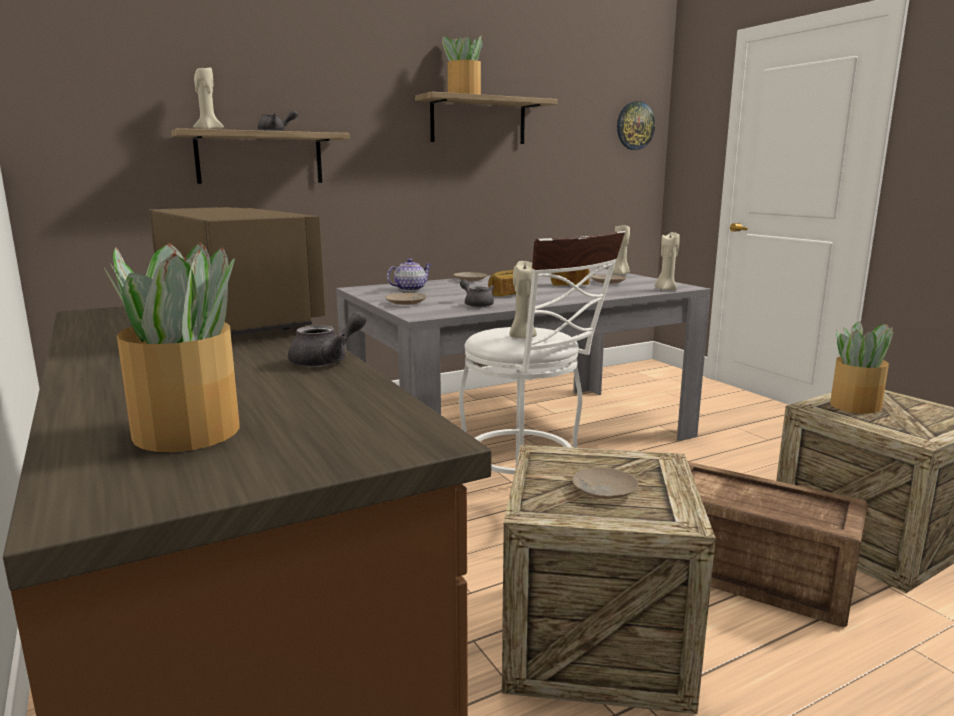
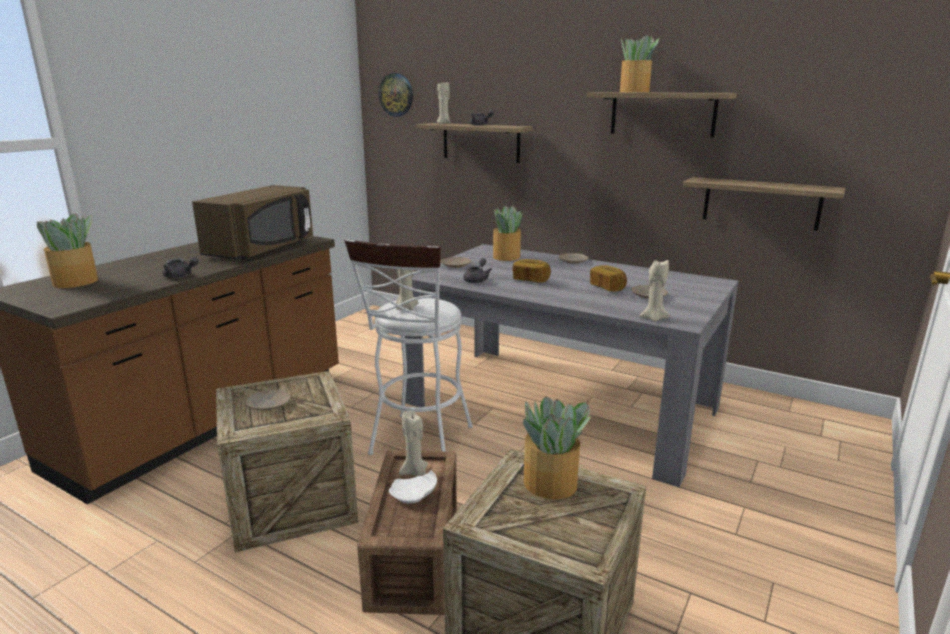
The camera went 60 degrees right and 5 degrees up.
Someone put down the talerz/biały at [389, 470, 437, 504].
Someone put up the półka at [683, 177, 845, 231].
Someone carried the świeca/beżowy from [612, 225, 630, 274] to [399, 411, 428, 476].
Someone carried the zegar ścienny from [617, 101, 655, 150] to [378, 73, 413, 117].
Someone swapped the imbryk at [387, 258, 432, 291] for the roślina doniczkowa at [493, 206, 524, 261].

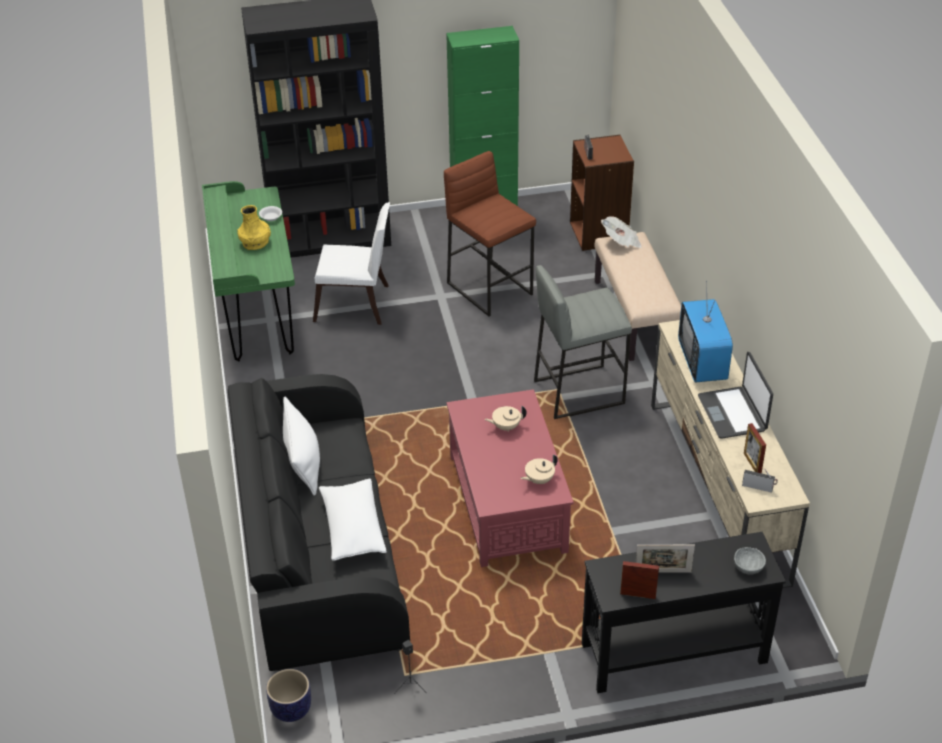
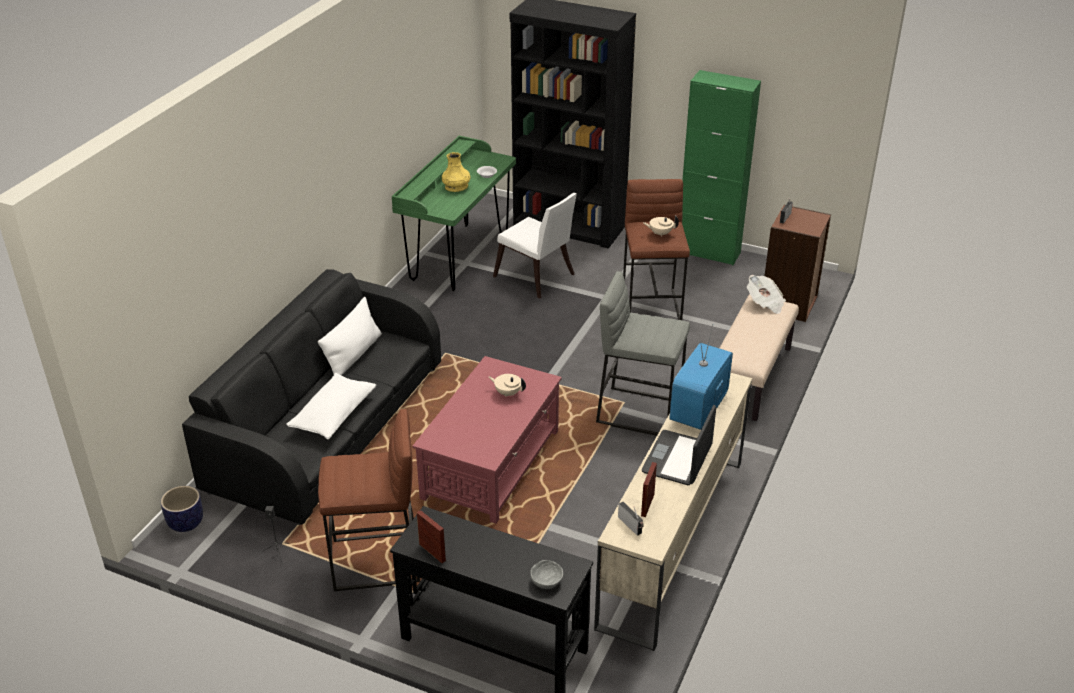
The camera went 35 degrees right and 5 degrees down.
Someone took away the ramka na zdjęcie at [636, 545, 695, 573].
Someone put down the stołek/brązowy at [318, 409, 420, 591].
Someone carried the imbryk/beżowy from [521, 455, 558, 484] to [643, 216, 679, 237].

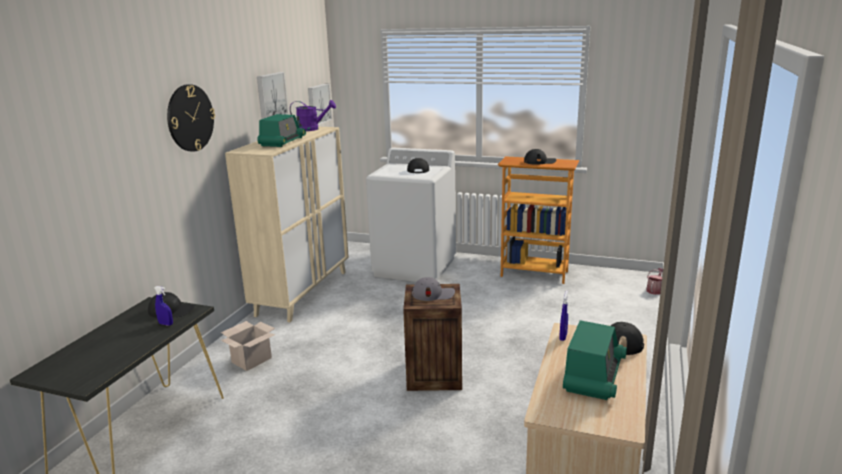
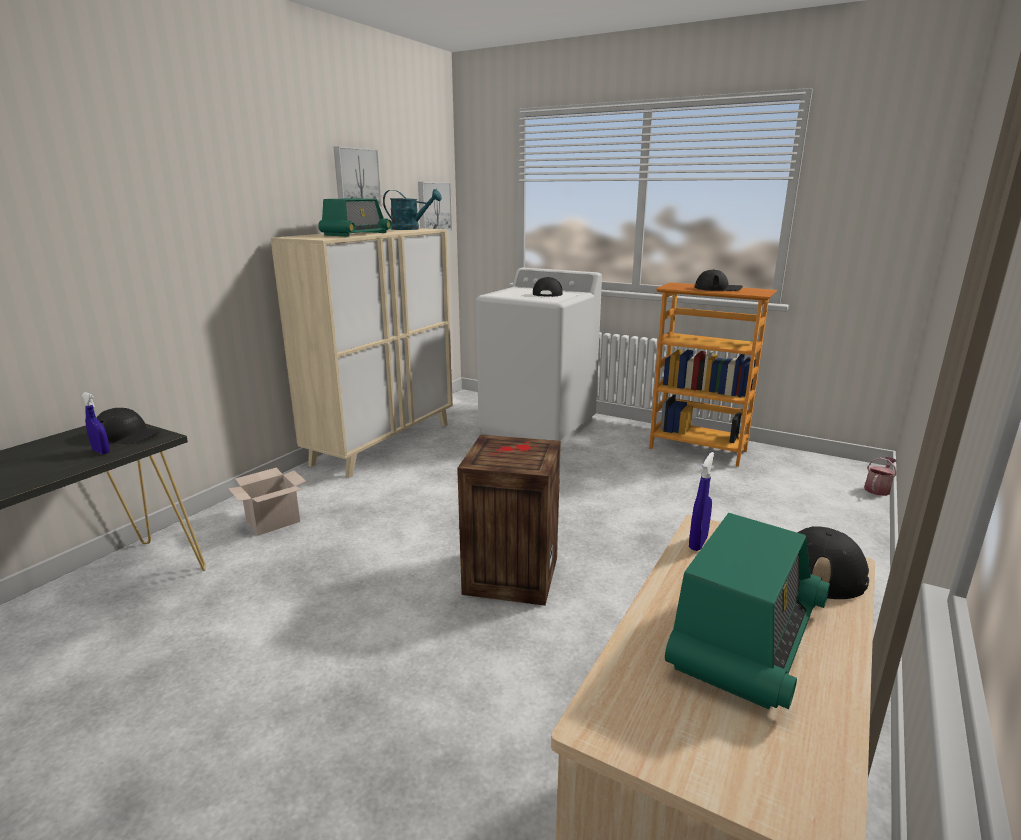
The camera went 10 degrees right and 0 degrees up.
Someone took away the zegar ścienny at [167, 84, 215, 152].
Someone took away the czapka z daszkiem/szary at [412, 277, 455, 301].
Someone repainted the konewka/fioletowy at [290, 100, 336, 131], which became the konewka/turkusowy at [383, 189, 442, 230].

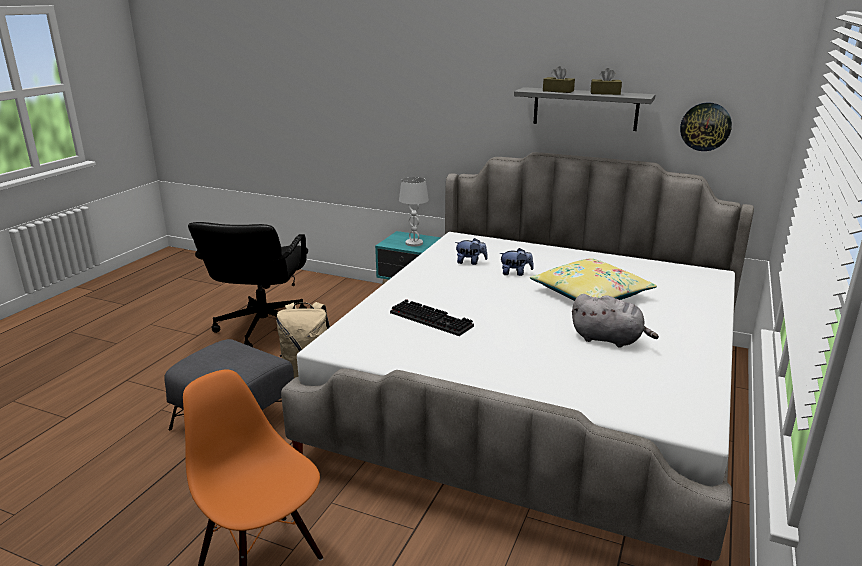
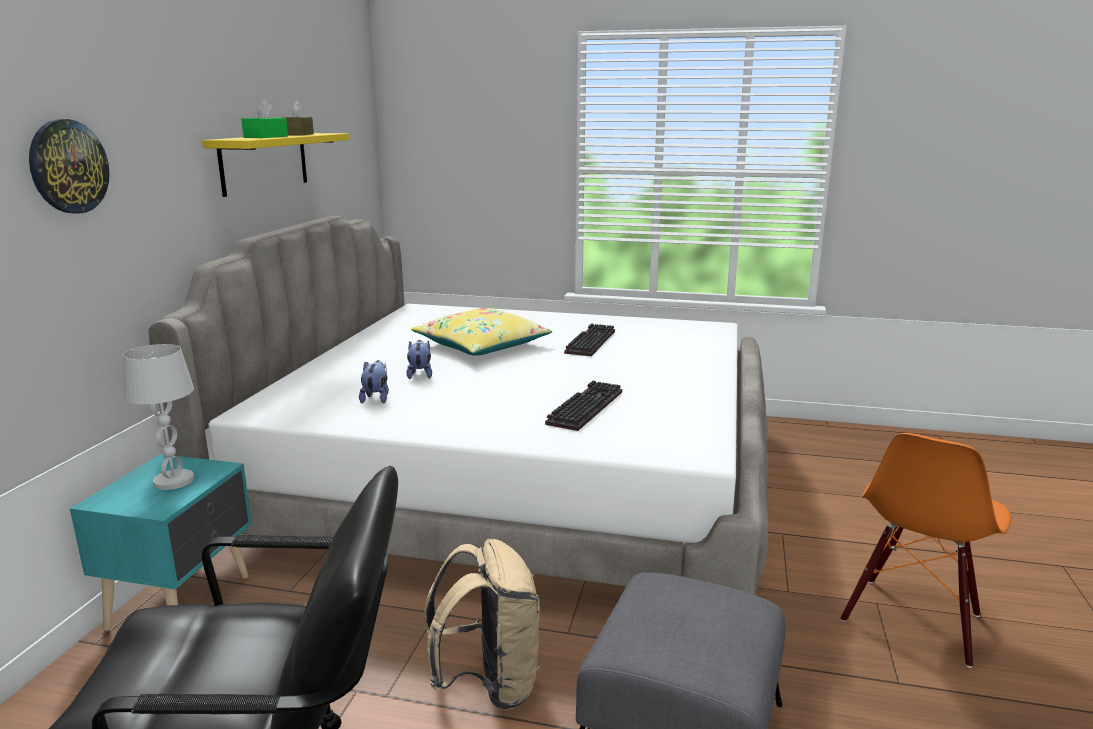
The camera went 100 degrees left and 5 degrees down.
Someone carried the zegar ścienny from [680, 102, 732, 151] to [29, 119, 109, 214].
Someone swapped the pluszak/szary at [572, 294, 659, 348] for the klawiatura at [564, 323, 615, 356].
Someone repainted the półka/szary at [514, 87, 655, 131], which became the półka/żółty at [202, 133, 349, 197].
Someone repainted the pudełko chusteczek/brązowy at [543, 66, 575, 93], which became the pudełko chusteczek/zielony at [241, 99, 288, 138].

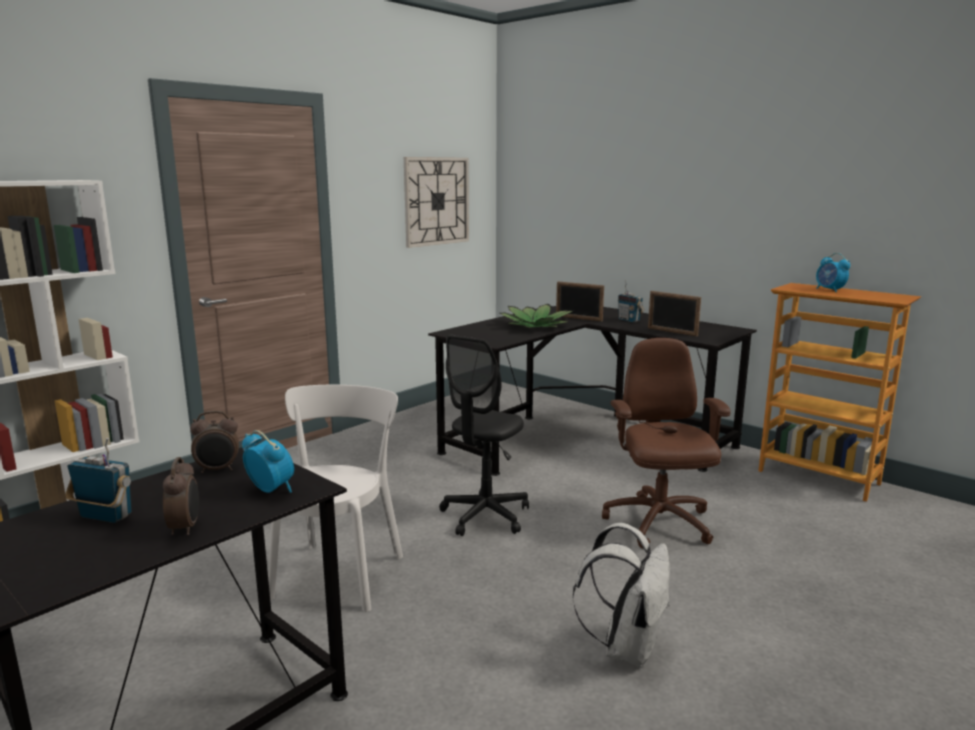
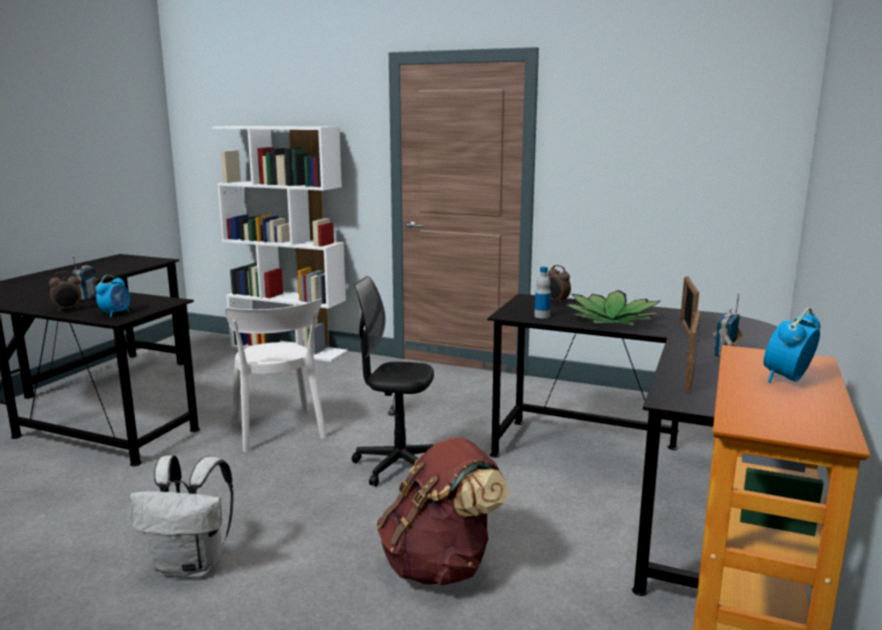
The camera went 70 degrees right and 0 degrees up.
Someone took away the zegar ścienny at [404, 157, 469, 248].
Someone put down the butelka at [534, 267, 551, 318].
Someone carried the budzik from [190, 411, 239, 473] to [548, 265, 571, 304].
Someone swapped the krzesło biurowe/brązowy at [602, 338, 731, 549] for the plecak/brązowy at [377, 437, 509, 585].
Someone rotated the krzesło/biały at [268, 385, 403, 612] by 75 degrees clockwise.

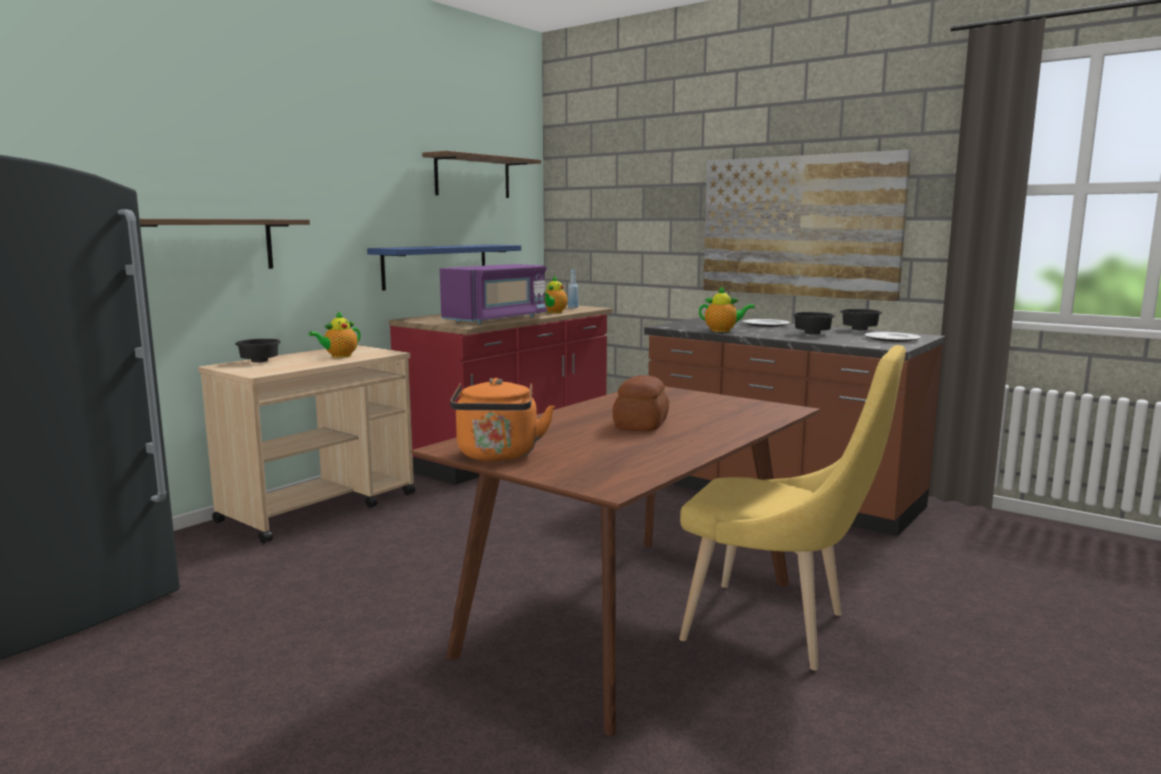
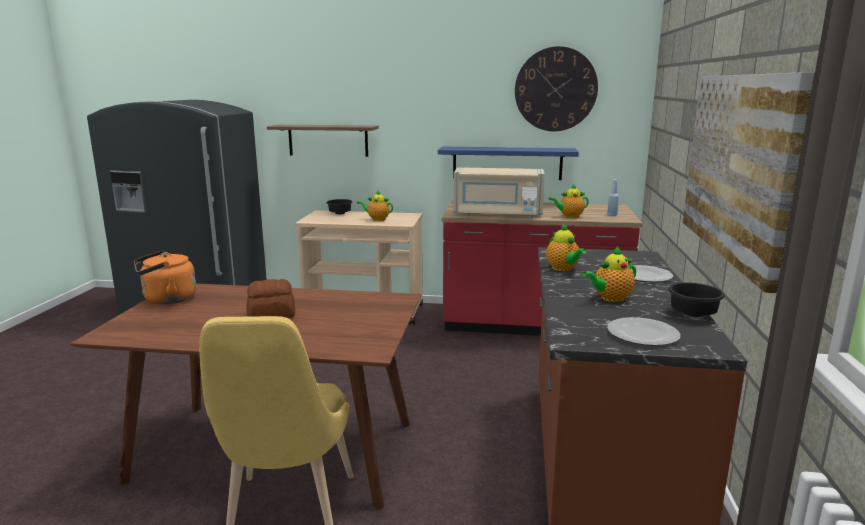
The camera went 60 degrees right and 5 degrees up.
Someone swapped the półka at [422, 151, 541, 198] for the zegar ścienny at [515, 46, 598, 131].
Someone swapped the miska/czarny at [792, 312, 835, 335] for the imbryk at [582, 246, 636, 302].
Someone repainted the mikrofalówka/fioletowy at [440, 264, 547, 324], which became the mikrofalówka/beżowy at [453, 167, 545, 217].

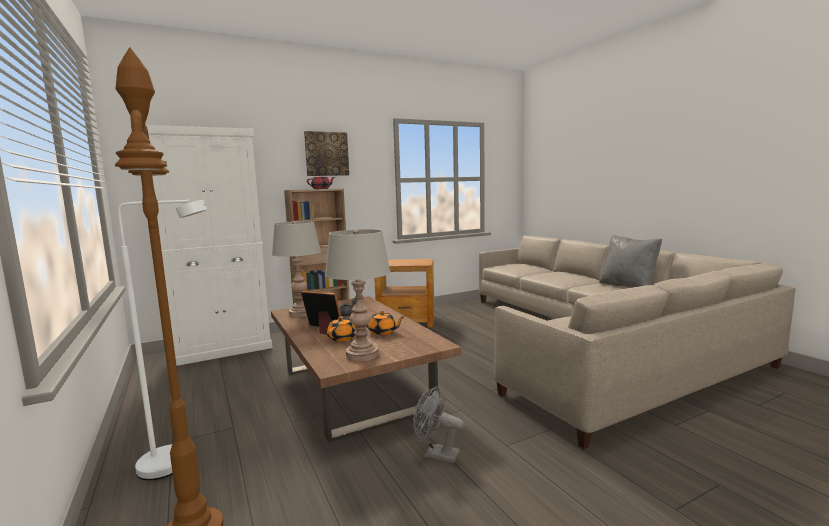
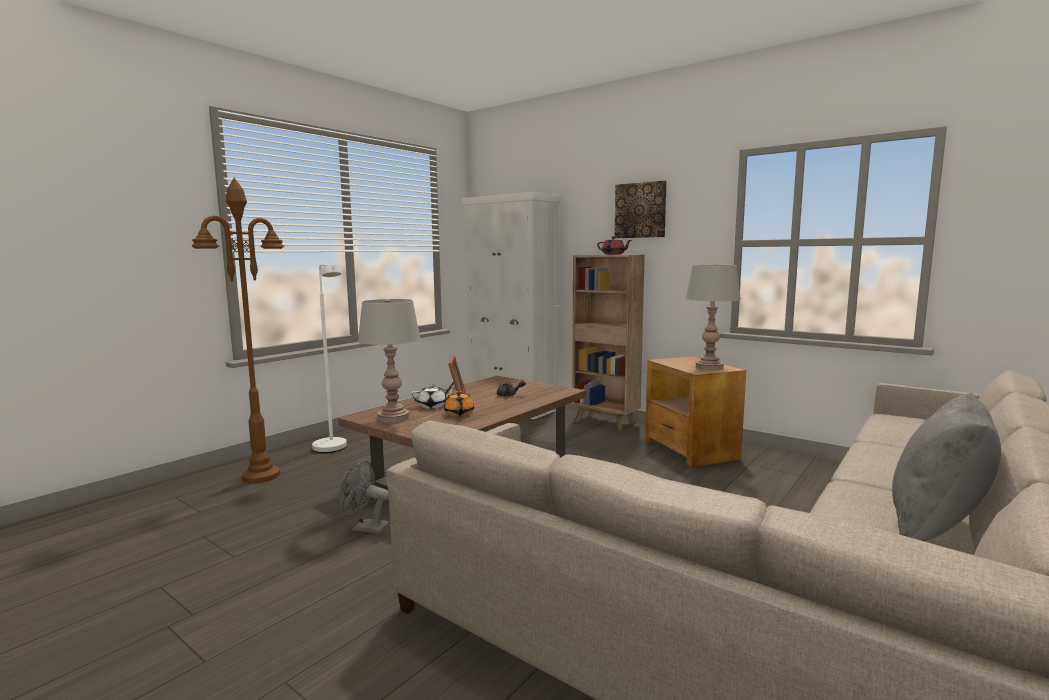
The camera went 65 degrees right and 0 degrees up.
Someone carried the lampa stołowa/szary from [272, 221, 321, 317] to [685, 264, 741, 371].
Someone repainted the imbryk/pomarańczowy at [327, 316, 356, 342], which became the imbryk/biały at [410, 384, 455, 409].
Someone rotated the wentylator/szary at [413, 386, 464, 463] by 75 degrees counterclockwise.

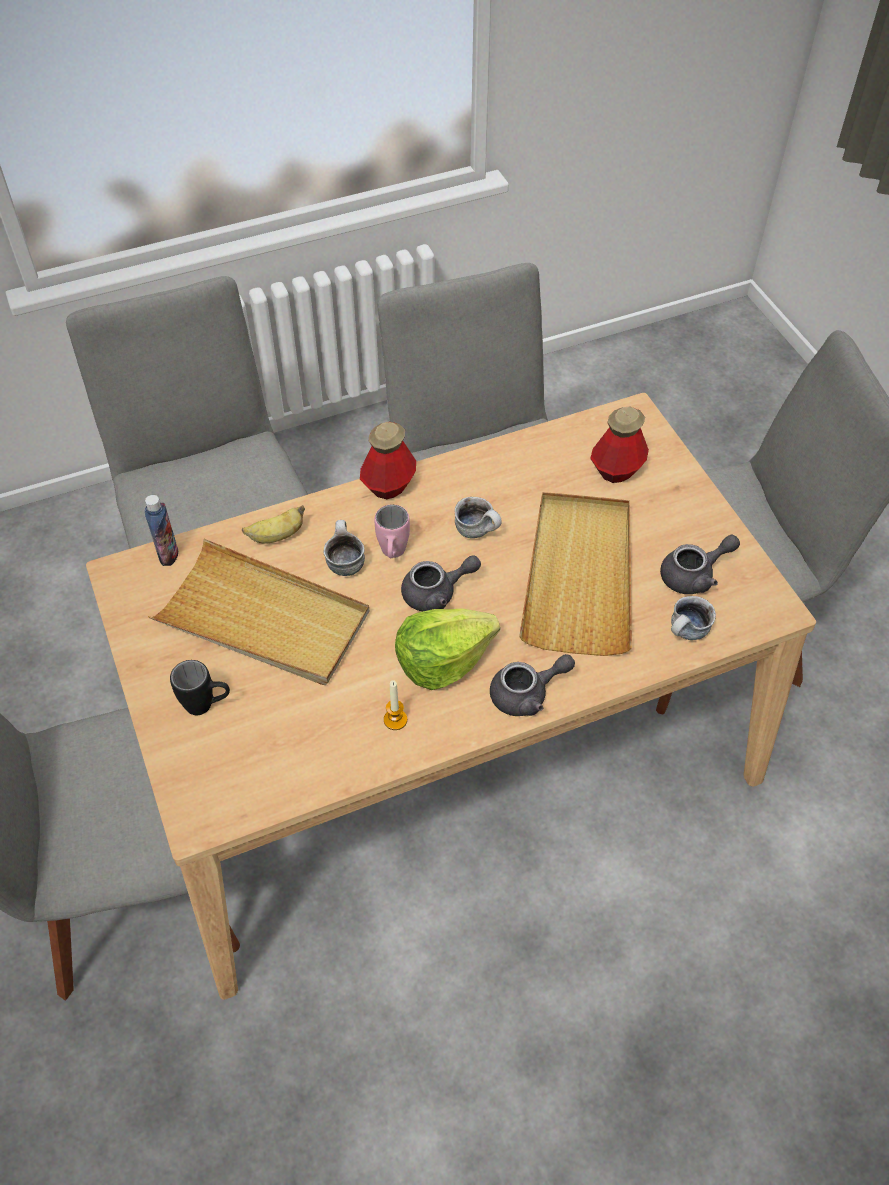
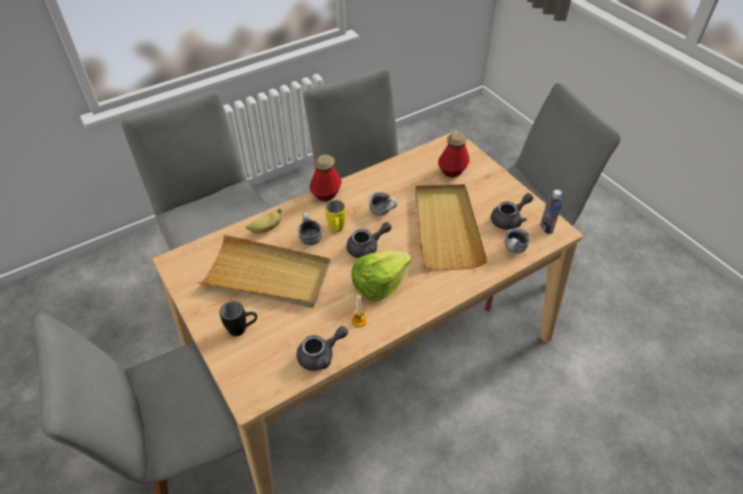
The camera went 10 degrees left and 5 degrees down.
Someone carried the butelka from [145, 495, 178, 566] to [540, 190, 562, 234].
Someone carried the imbryk/szary from [490, 654, 575, 716] to [296, 326, 348, 371].
Someone repainted the kubek/różowy at [374, 504, 410, 558], which became the kubek/żółty at [325, 200, 346, 232].

